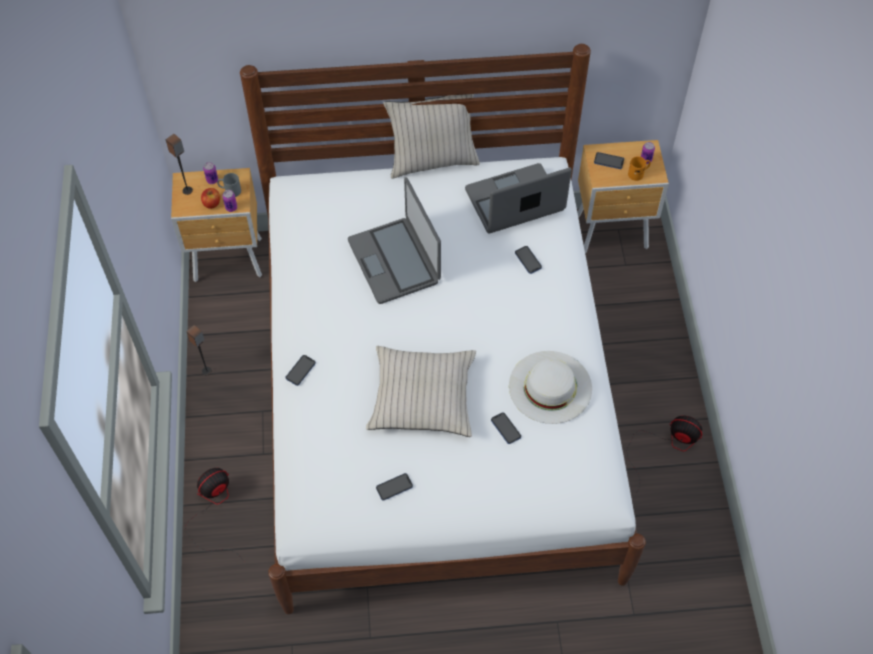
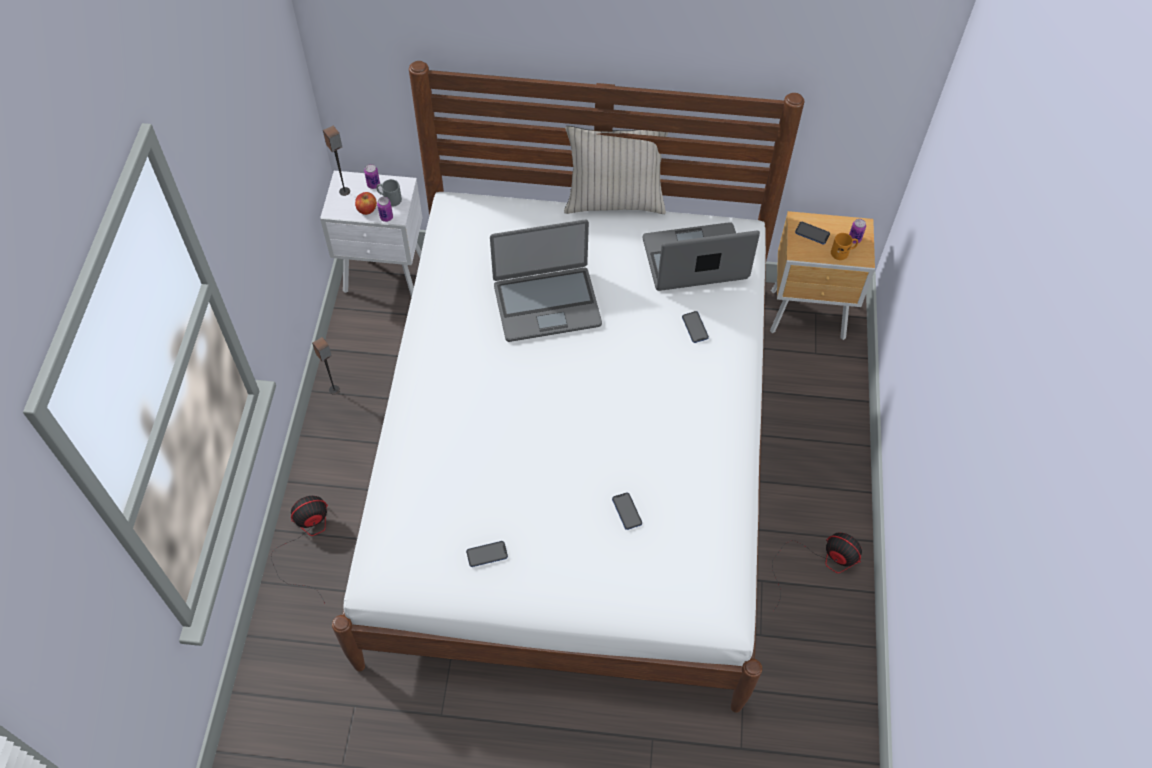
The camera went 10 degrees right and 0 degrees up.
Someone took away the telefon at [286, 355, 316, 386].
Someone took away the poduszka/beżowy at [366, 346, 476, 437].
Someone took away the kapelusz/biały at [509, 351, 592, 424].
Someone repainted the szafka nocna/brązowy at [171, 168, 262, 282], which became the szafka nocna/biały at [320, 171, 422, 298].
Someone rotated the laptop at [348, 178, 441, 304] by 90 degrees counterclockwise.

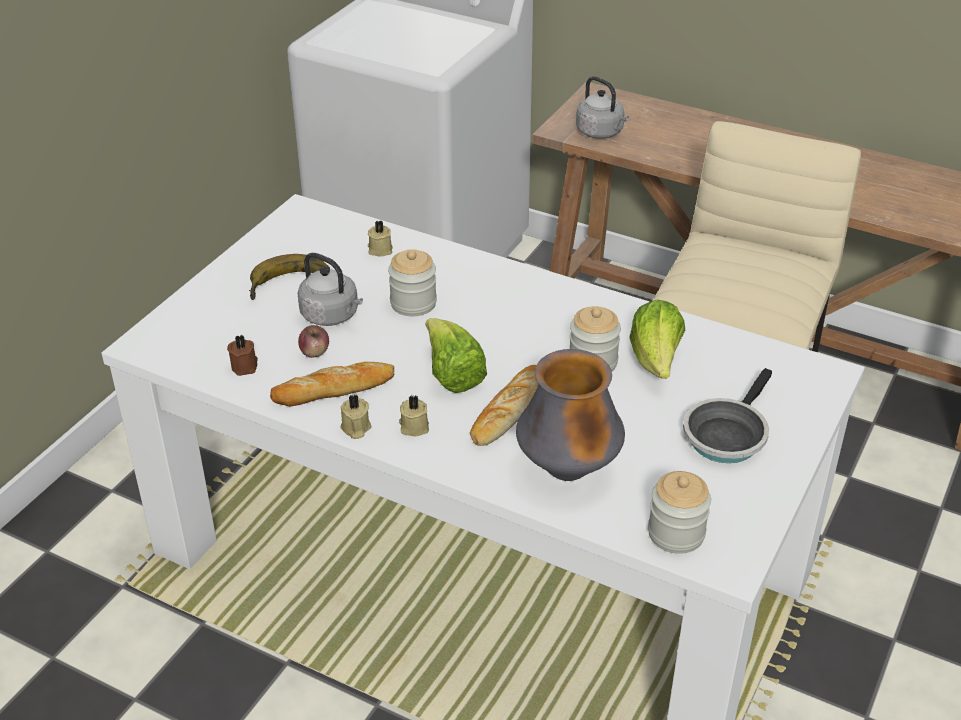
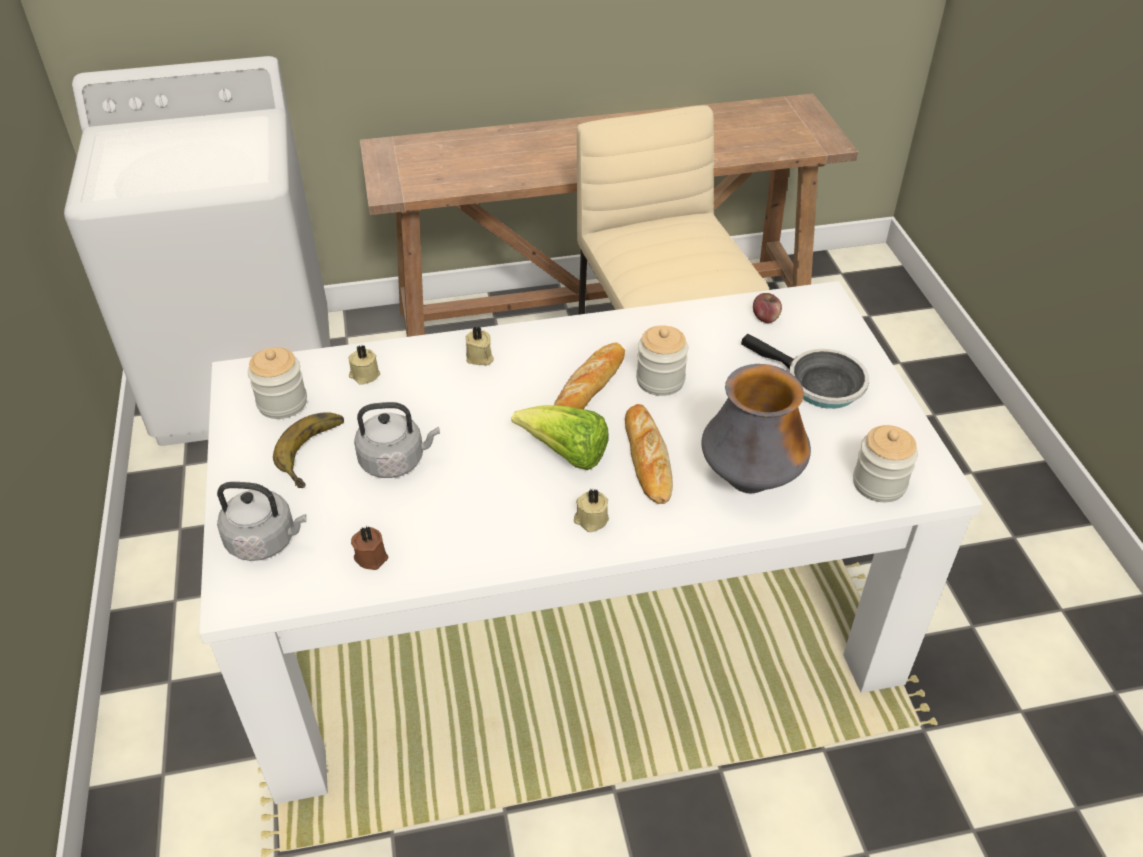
The camera went 40 degrees left and 5 degrees up.
Someone took away the sałata at [629, 299, 685, 379].
Someone carried the chleb from [270, 361, 394, 407] to [554, 343, 625, 409].
Someone carried the jabłko from [298, 325, 329, 358] to [753, 293, 782, 323].
Someone carried the świeca/beżowy from [340, 394, 371, 439] to [466, 327, 494, 366].
Someone carried the słoik from [388, 249, 437, 316] to [248, 347, 307, 419].
Someone carried the czajnik/szary from [576, 76, 629, 139] to [217, 482, 307, 561].
Someone rotated the patelnia at [683, 368, 772, 463] by 45 degrees counterclockwise.

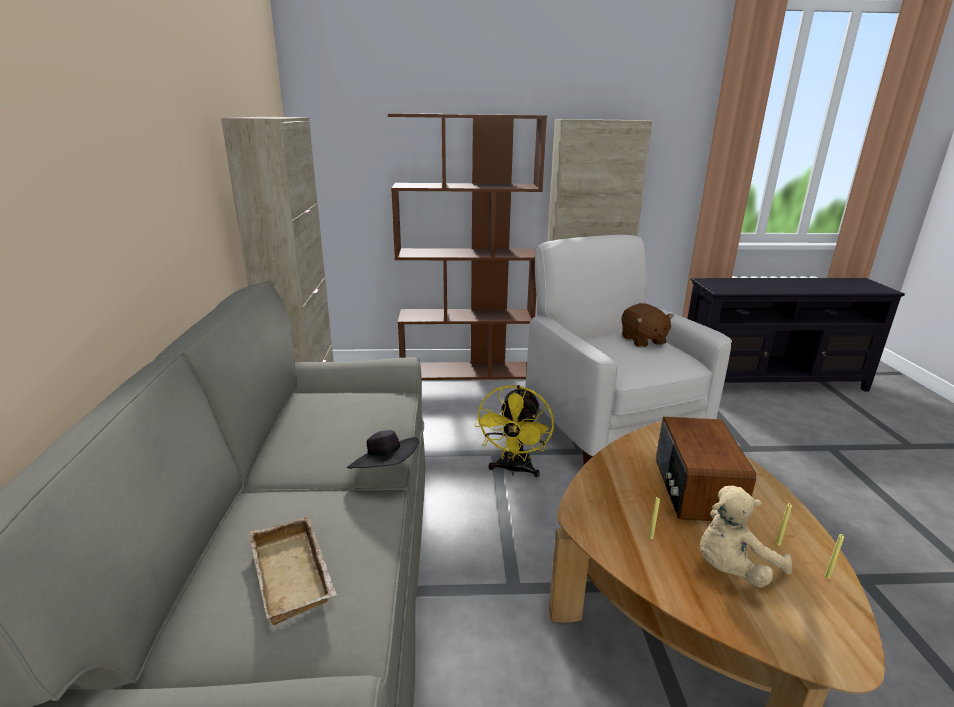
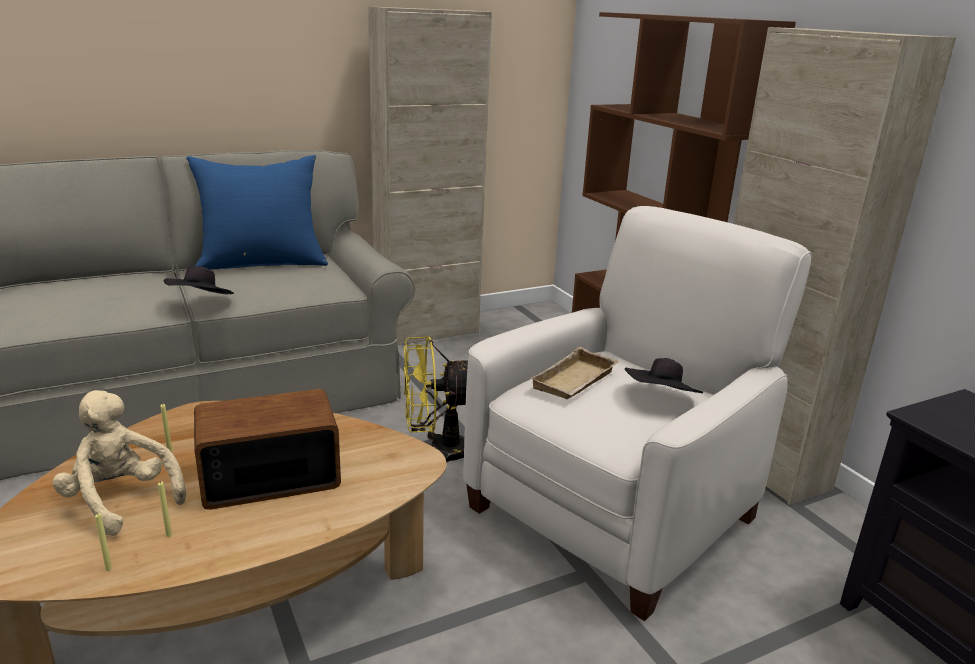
The camera went 65 degrees right and 0 degrees up.
Someone put down the poduszka/niebieski at [186, 155, 328, 270].
Someone carried the taca/beżowy from [249, 516, 337, 625] to [530, 347, 619, 399].
Someone swapped the pluszak/brązowy at [621, 303, 674, 347] for the kapelusz/czarny at [625, 358, 703, 393].

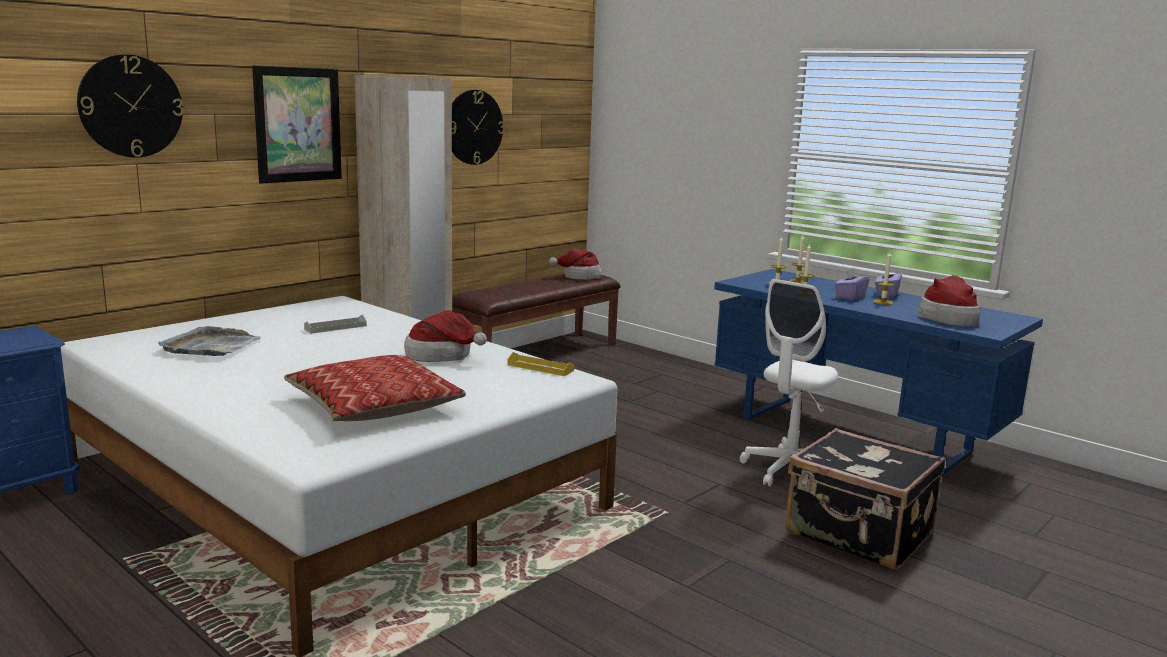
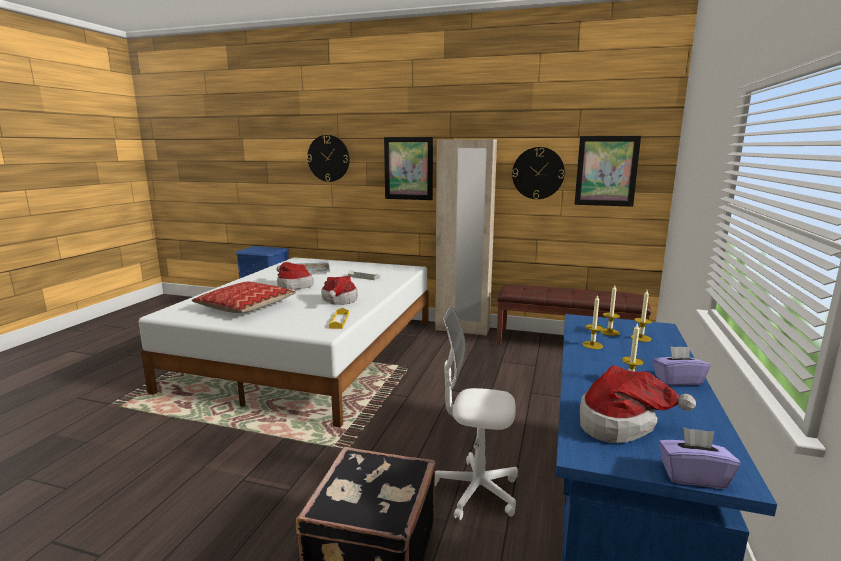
The camera went 65 degrees right and 0 degrees up.
Someone put up the obraz at [574, 136, 641, 207].
Someone carried the kapelusz from [549, 249, 601, 280] to [276, 262, 314, 290].
Someone carried the pudełko chusteczek/fioletowy from [834, 268, 870, 300] to [659, 427, 741, 489].

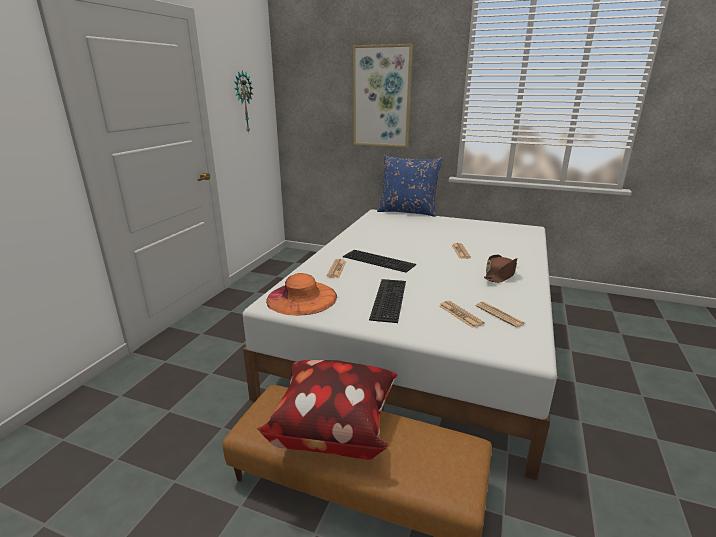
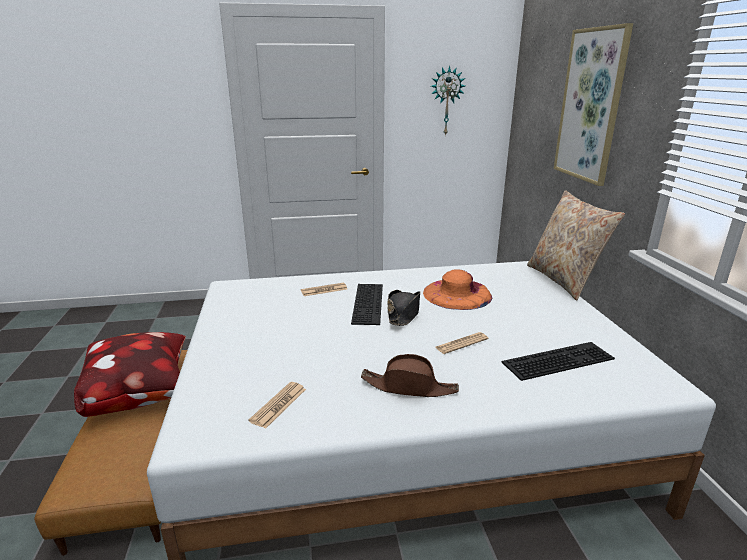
The camera went 60 degrees right and 0 degrees up.
Someone took away the gazeta at [439, 301, 485, 328].
Someone put down the kapelusz/czarny at [387, 290, 420, 326].
Someone carried the kapelusz/pomarańczowy from [266, 273, 337, 316] to [423, 269, 493, 310].
Someone carried the klawiatura from [369, 279, 406, 323] to [502, 342, 615, 381].
Someone repainted the poduszka/niebieski at [377, 155, 443, 217], which became the poduszka/beżowy at [527, 190, 625, 300].

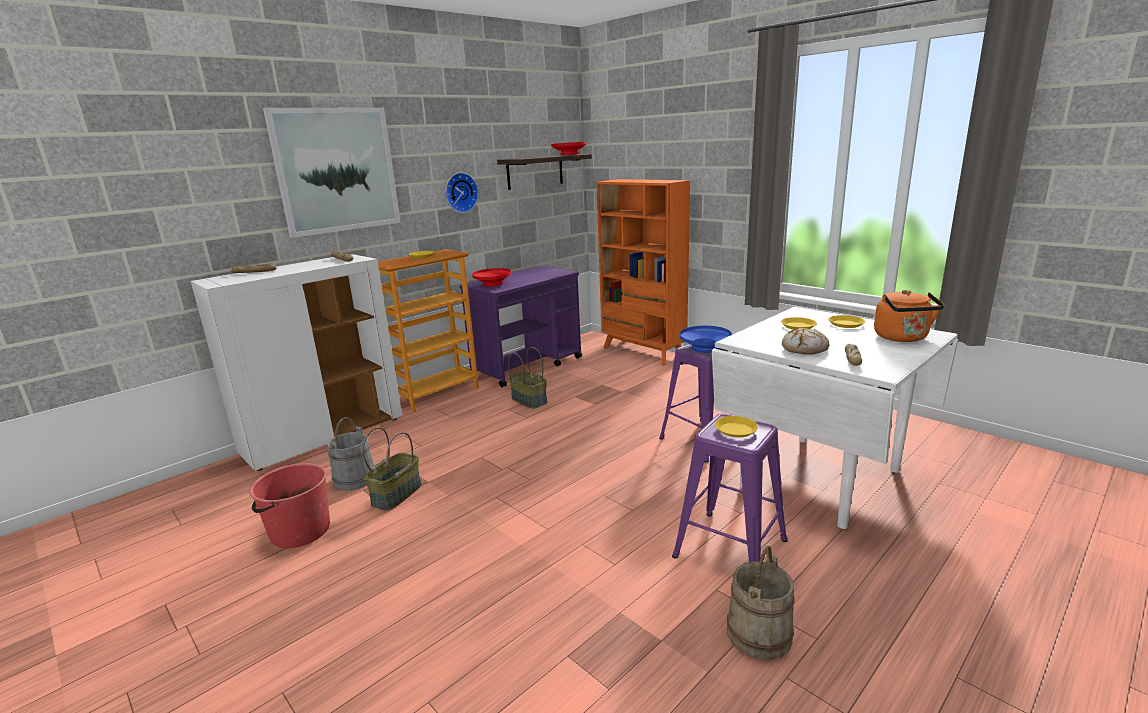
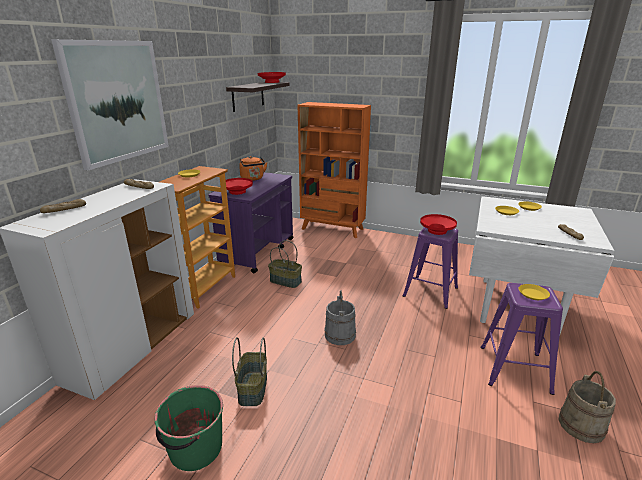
The camera went 25 degrees left and 5 degrees up.
Someone took away the zegar ścienny at [445, 172, 479, 213].
Someone took away the chleb at [782, 328, 829, 355].
Someone carried the wiadro/szary from [328, 417, 374, 491] to [325, 290, 356, 345].
Someone carried the czajnik/pomarańczowy from [874, 290, 944, 342] to [239, 156, 267, 181].
Someone repainted the wiadro/czerwony at [250, 463, 330, 548], which became the wiadro/zielony at [155, 385, 223, 471].
Someone repainted the miska/niebieski at [680, 326, 732, 353], which became the miska/czerwony at [420, 214, 457, 235].

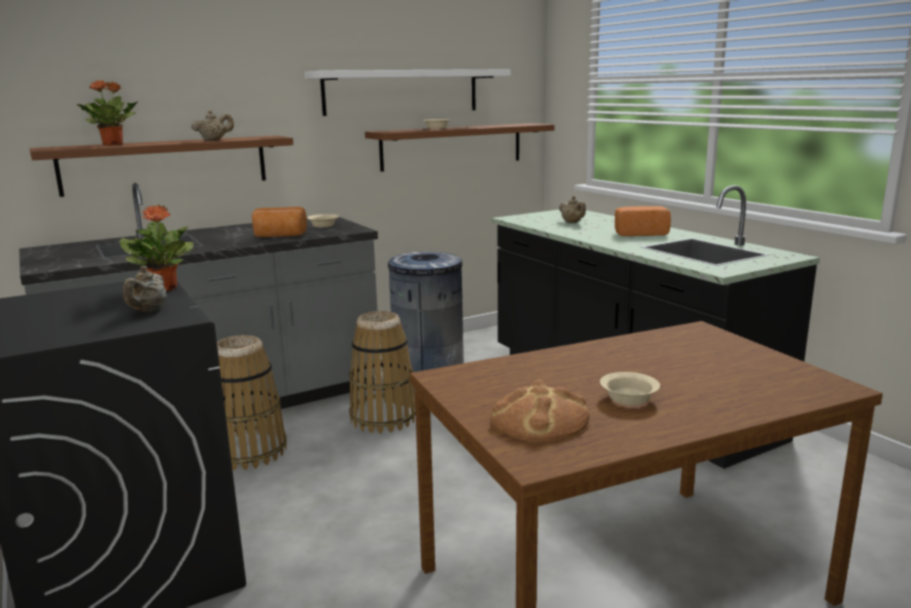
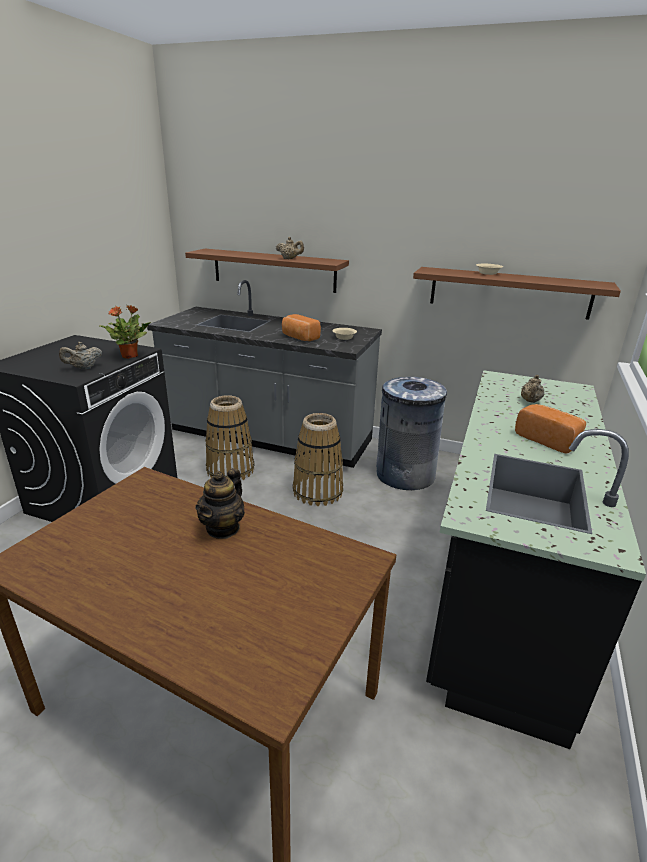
The camera went 50 degrees right and 10 degrees up.
Someone took away the roślina doniczkowa at [77, 80, 139, 146].
Someone took away the półka/biały at [304, 69, 511, 116].
Someone took away the chleb at [491, 379, 590, 442].
Someone took away the miska/beżowy at [600, 372, 660, 405].
Someone put down the imbryk at [195, 468, 245, 539].

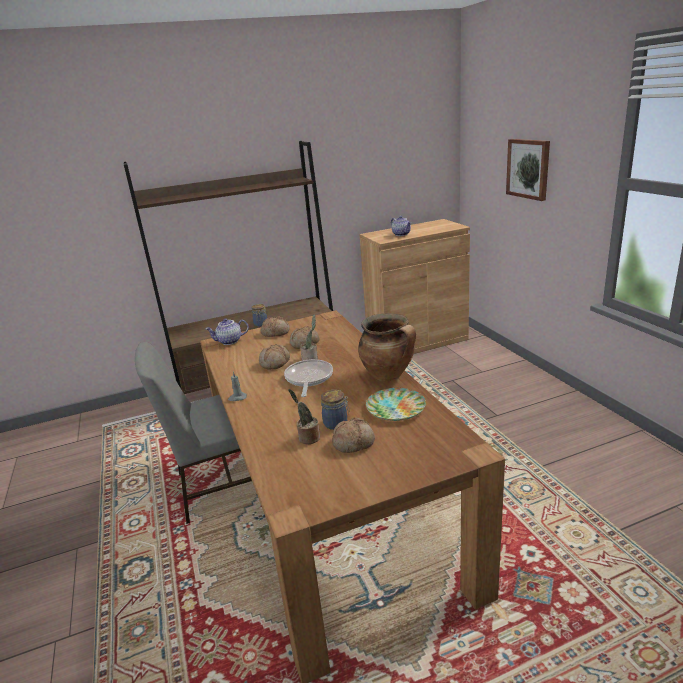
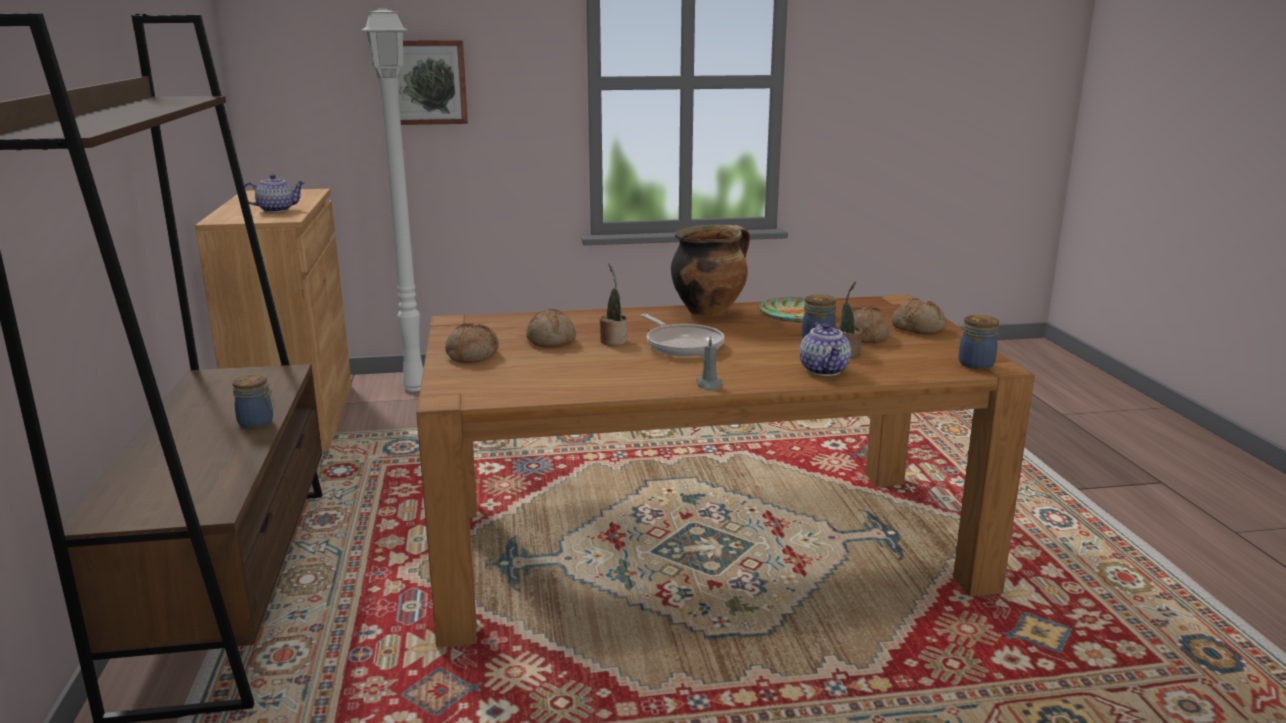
The camera went 80 degrees left and 5 degrees down.
Someone took away the krzesło/szary at [135, 342, 252, 524].
Someone put down the lampa stojąca/biały at [362, 8, 423, 391].
Someone put down the słoik at [959, 315, 999, 369].
Someone carried the imbryk from [206, 318, 249, 345] to [800, 322, 851, 376].
Someone carried the chleb from [259, 344, 290, 370] to [891, 298, 946, 334].
Someone rotated the patelnia at [284, 359, 333, 397] by 135 degrees counterclockwise.

